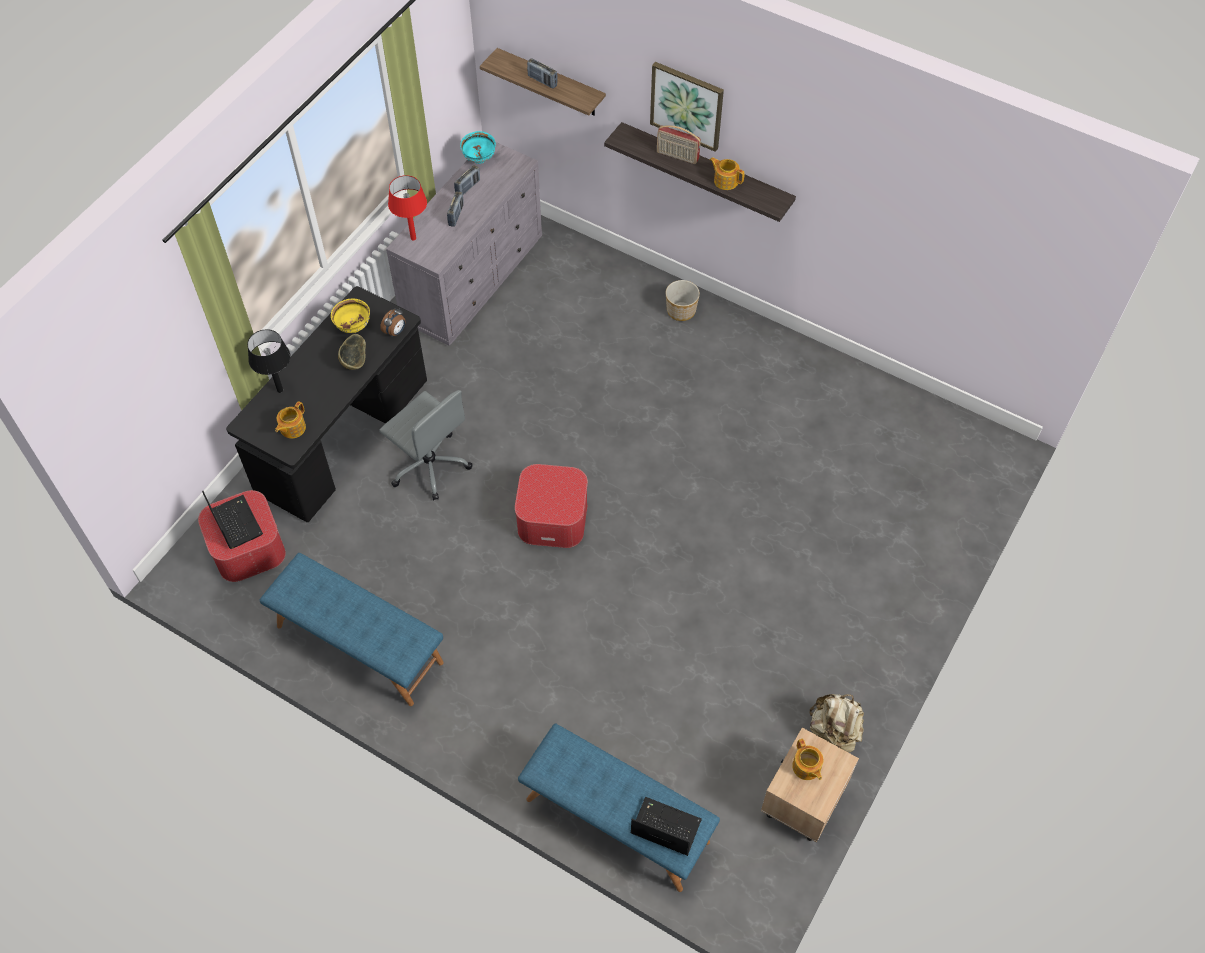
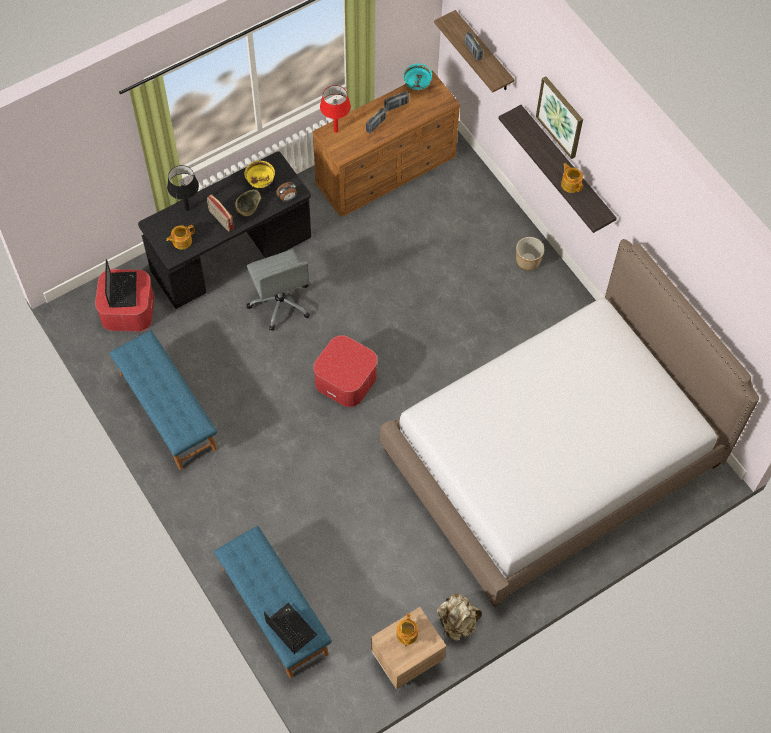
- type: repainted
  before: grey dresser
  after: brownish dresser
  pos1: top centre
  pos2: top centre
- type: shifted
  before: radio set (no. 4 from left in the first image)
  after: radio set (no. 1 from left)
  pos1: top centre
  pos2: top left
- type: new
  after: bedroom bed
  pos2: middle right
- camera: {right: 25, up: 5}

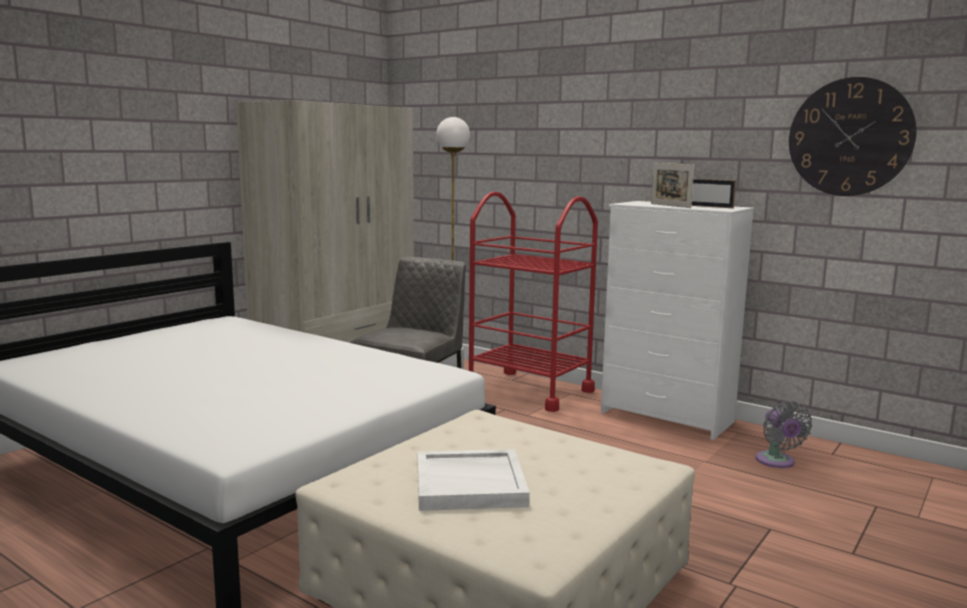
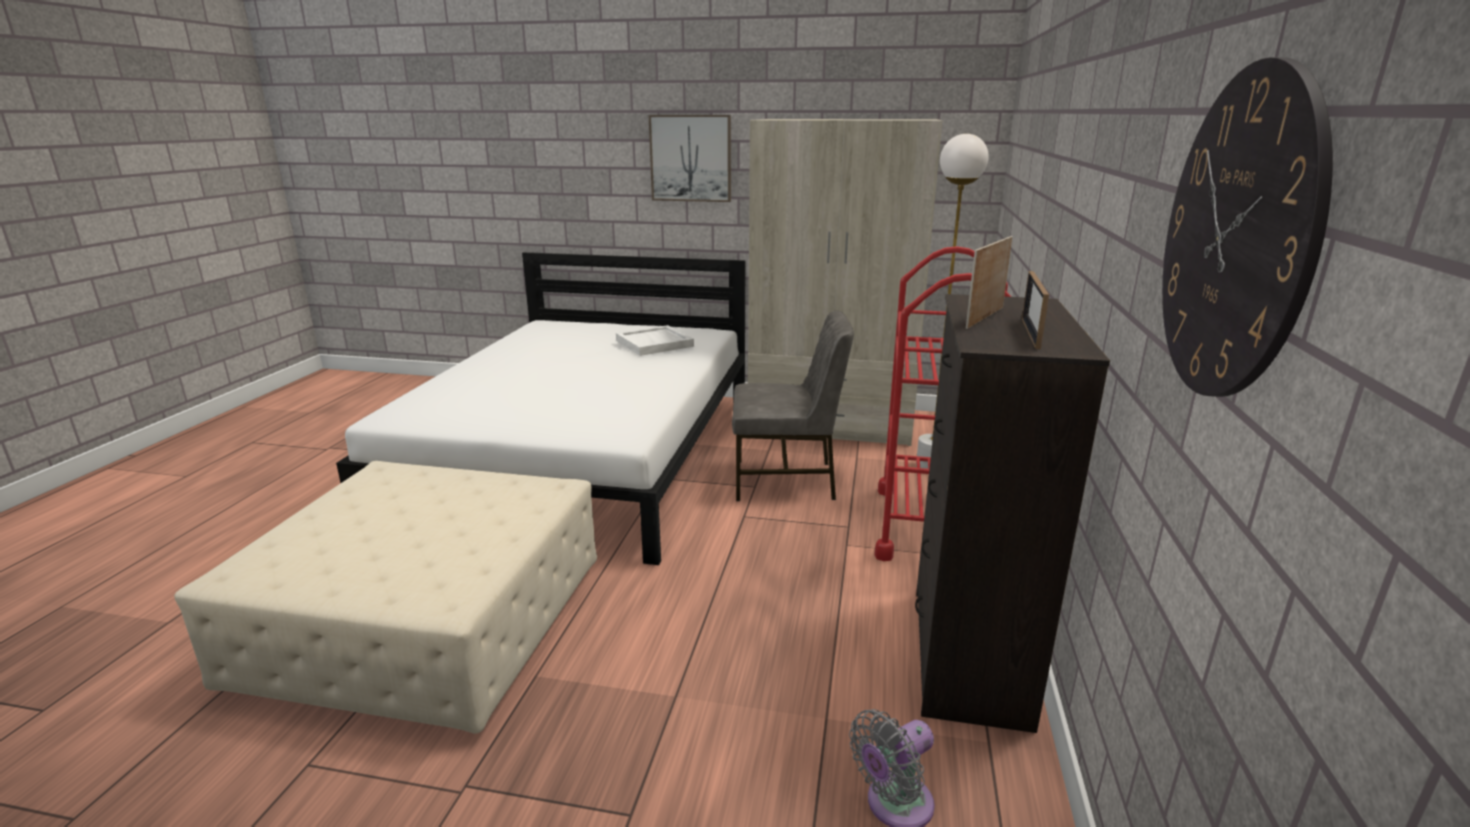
- type: shifted
  before: white carrying tray
  pos1: bottom centre
  pos2: centre
- type: repainted
  before: white dresser
  after: blackish dresser
  pos1: middle right
  pos2: middle right
- type: new
  after: wall art
  pos2: top centre
- camera: {right: 65, up: 10}

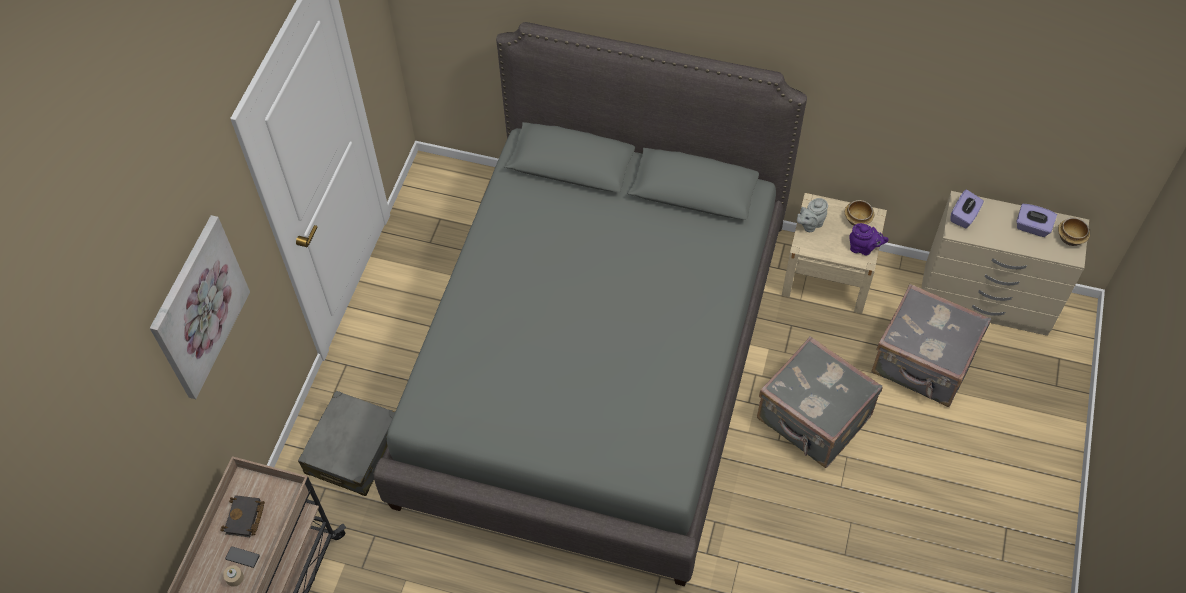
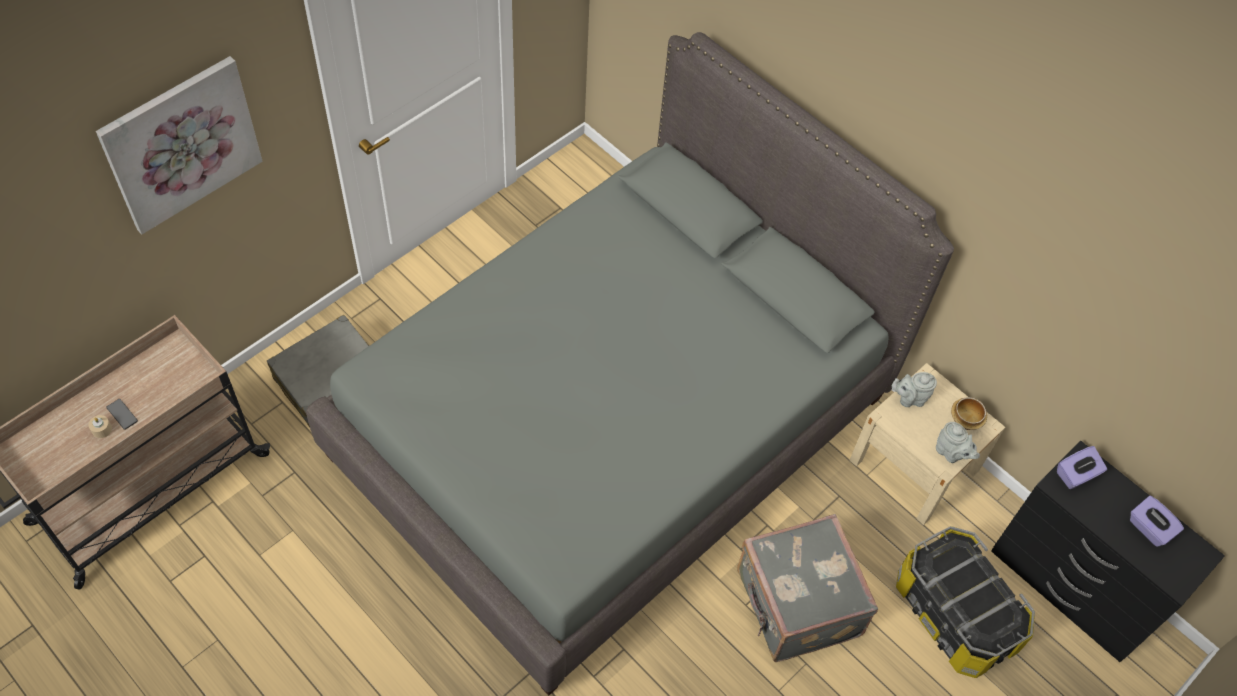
- type: gone
  before: blackish volume
  pos1: bottom left
- type: repainted
  before: purplish tea pot
  after: grey tea pot (no. 2 from left)
  pos1: middle right
  pos2: middle right
- type: swapped
  before: grey piece of luggage (no. 3 from left)
  after: storage container
  pos1: middle right
  pos2: bottom right
- type: repainted
  before: sand-coloured dresser
  after: blackish dresser
  pos1: middle right
  pos2: bottom right
- type: gone
  before: deep dish (no. 2 from left)
  pos1: middle right
- camera: {right: 25, up: 0}

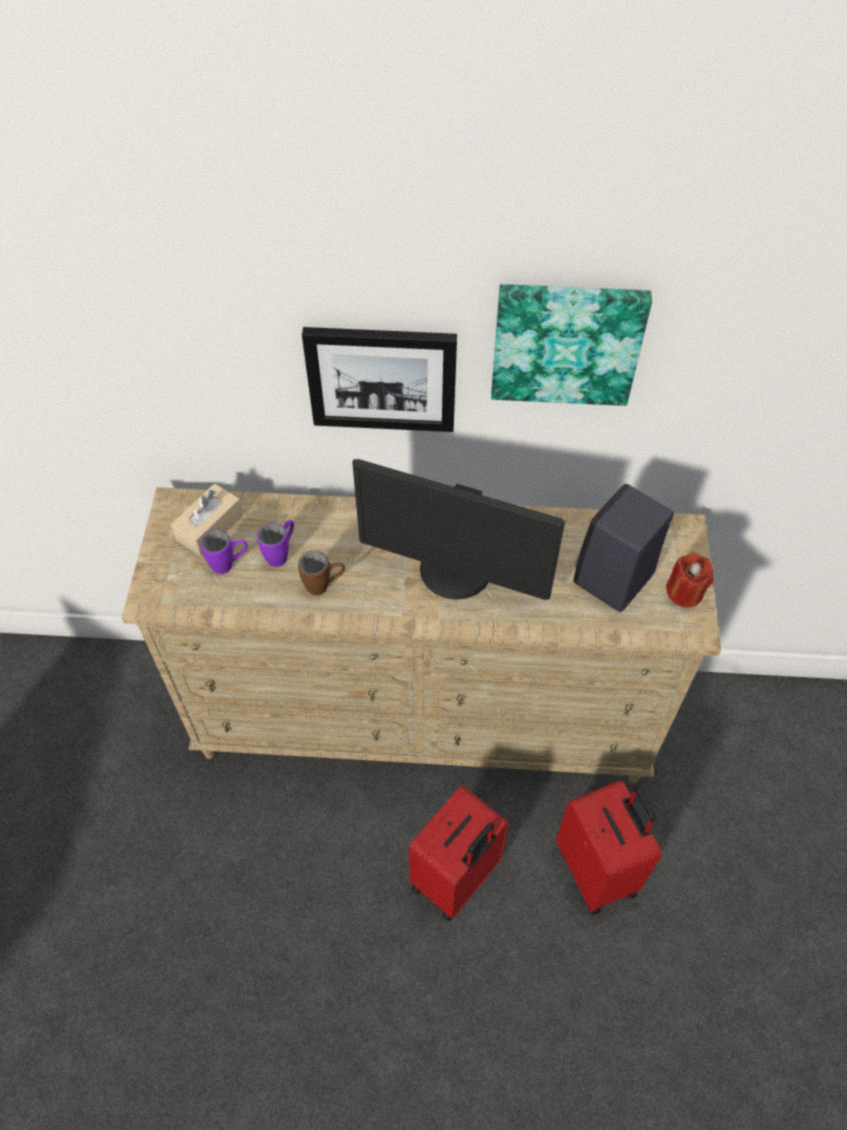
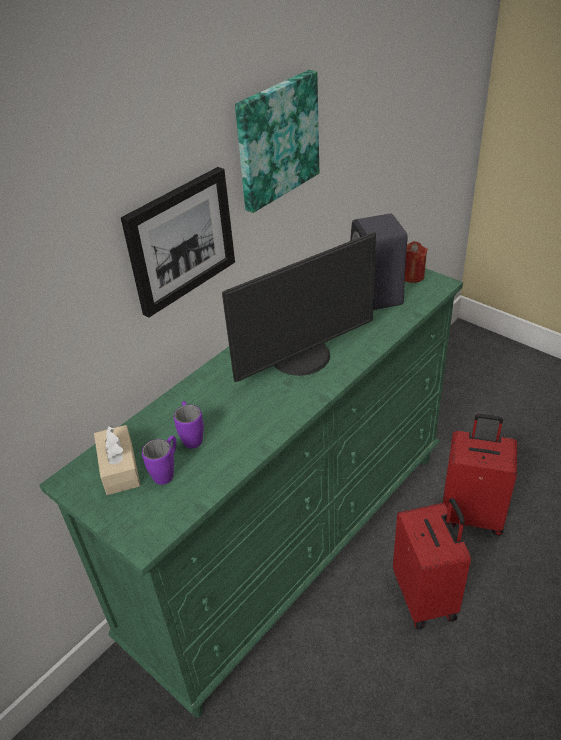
- type: repainted
  before: sand-coloured dresser
  after: green dresser
  pos1: centre
  pos2: centre
- type: gone
  before: brownish mug
  pos1: centre
- camera: {right: -50, up: -15}

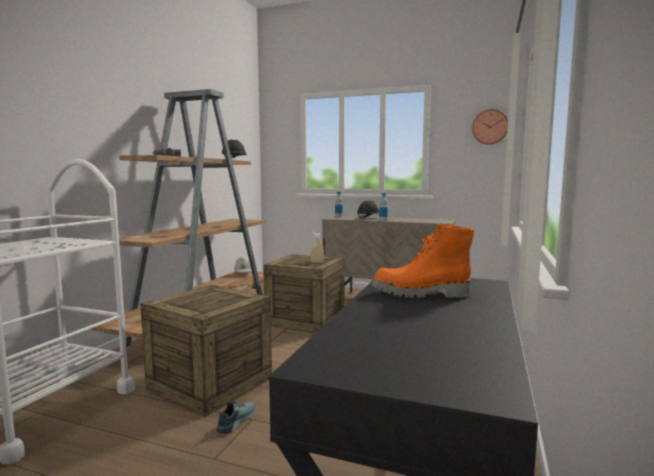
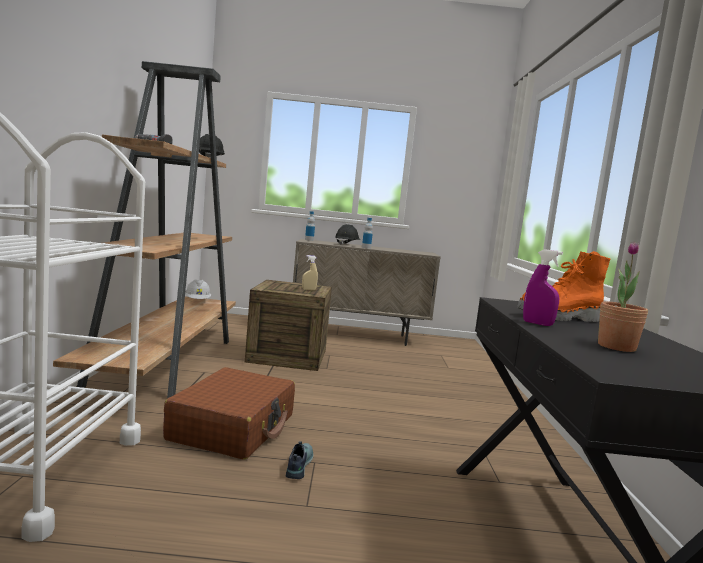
- type: swapped
  before: packing crate (no. 1 from left)
  after: brownish piece of luggage
  pos1: bottom left
  pos2: bottom left
- type: gone
  before: wall clock
  pos1: top right
- type: new
  after: purplish hand sprayer
  pos2: middle right
- type: new
  after: plant in a pot
  pos2: middle right
- camera: {right: -20, up: 0}

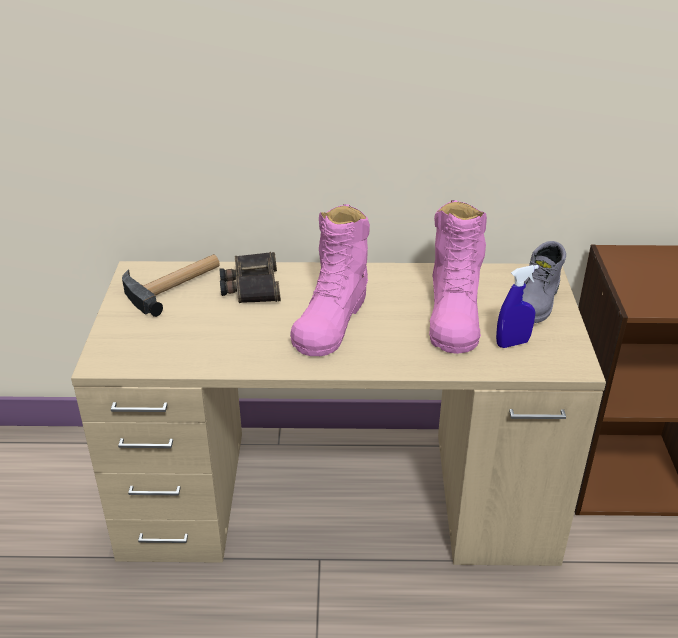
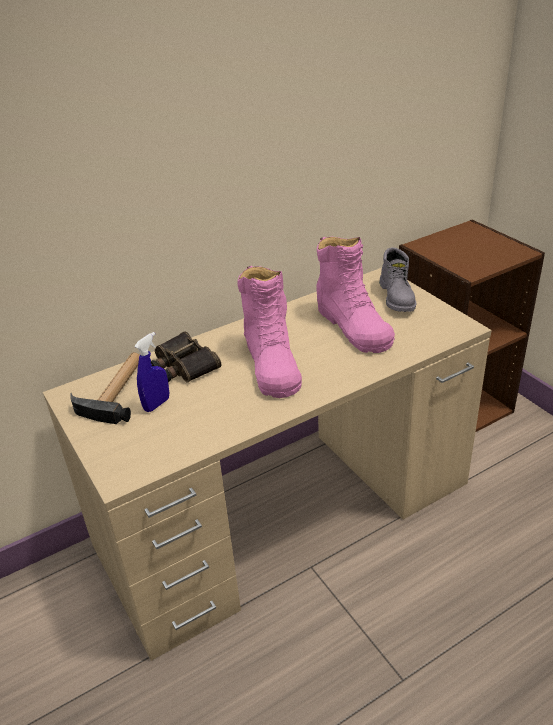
- type: shifted
  before: blue hand sprayer
  pos1: middle right
  pos2: middle left
- camera: {right: -30, up: 0}

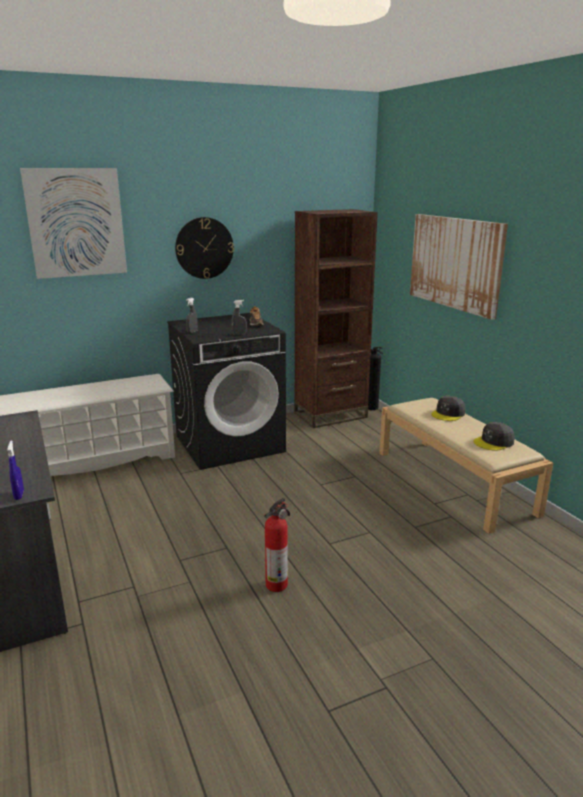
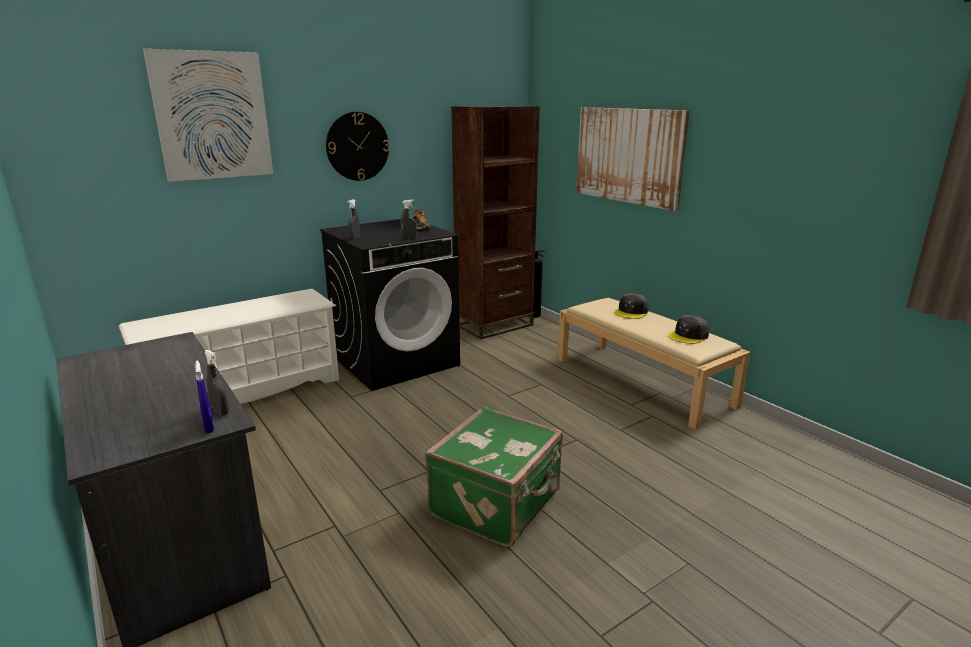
- type: swapped
  before: fire-fighting cylinder (no. 1 from left)
  after: green piece of luggage
  pos1: bottom centre
  pos2: bottom centre
- type: new
  after: grey hand sprayer (no. 1 from left)
  pos2: middle left
- camera: {right: -10, up: 0}

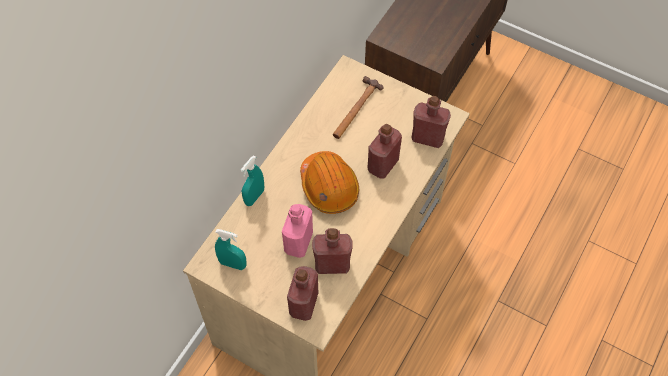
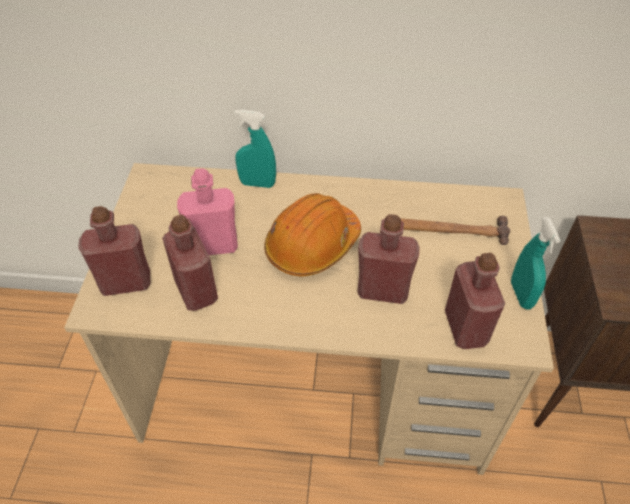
- type: shifted
  before: turquoise-coloured hand sprayer (no. 1 from left in the first image)
  after: turquoise-coloured hand sprayer (no. 2 from left)
  pos1: centre
  pos2: middle right
- camera: {right: 65, up: -10}

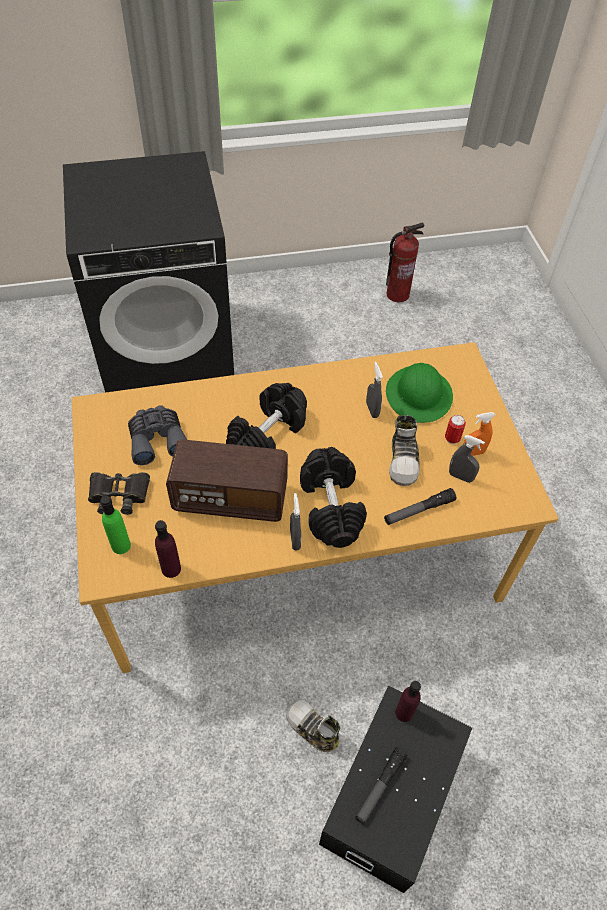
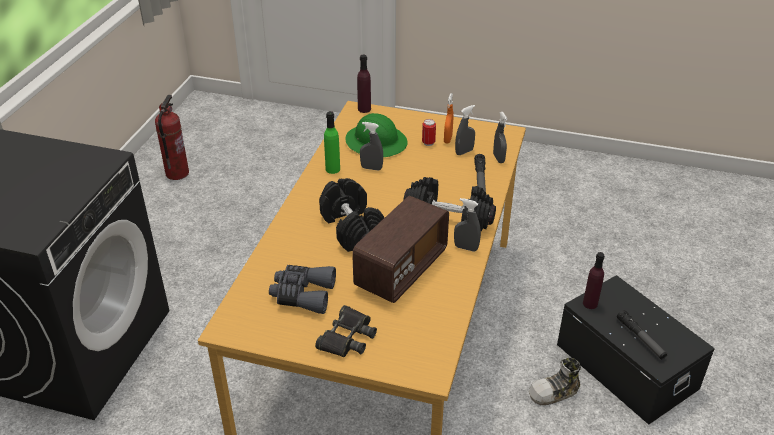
- type: shifted
  before: green beverage bottle
  pos1: middle left
  pos2: top centre
- type: shifted
  before: purplish beverage bottle (no. 1 from left)
  pos1: middle left
  pos2: top centre
- type: gone
  before: item of footwear (no. 2 from left)
  pos1: centre
- type: new
  after: grey hand sprayer (no. 4 from left)
  pos2: top centre
- camera: {right: -60, up: -15}

